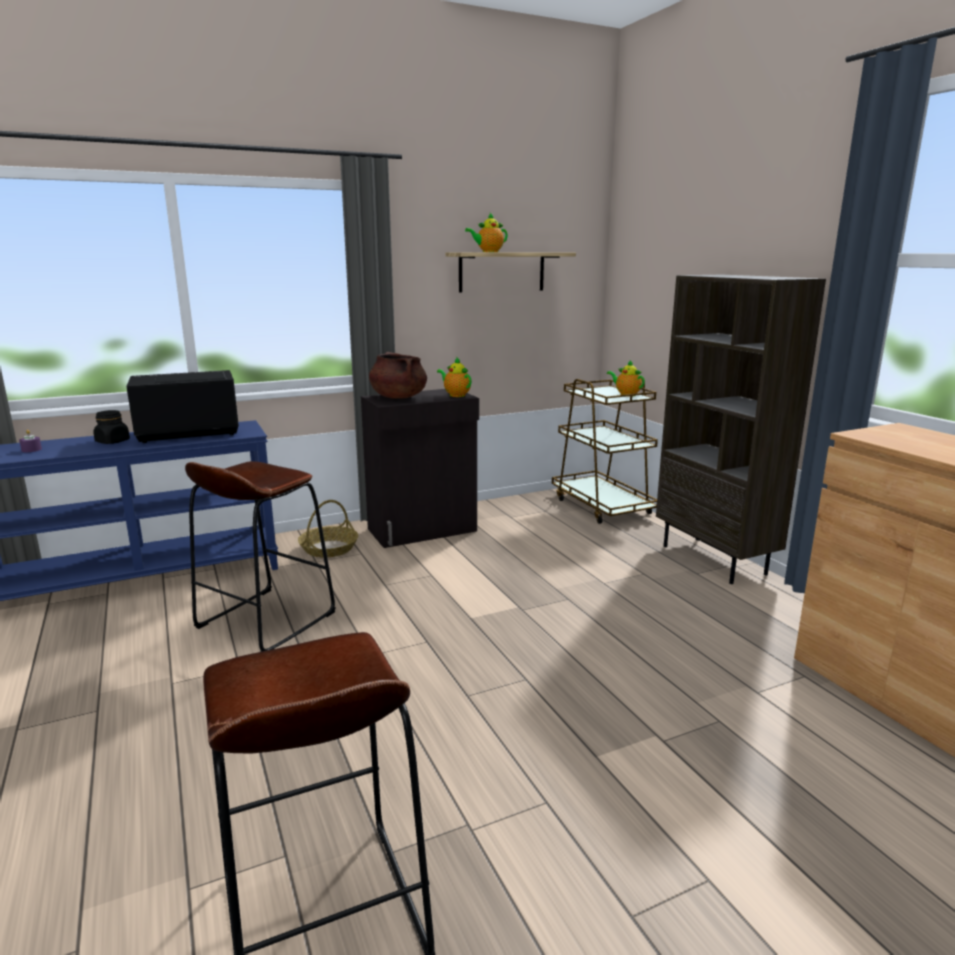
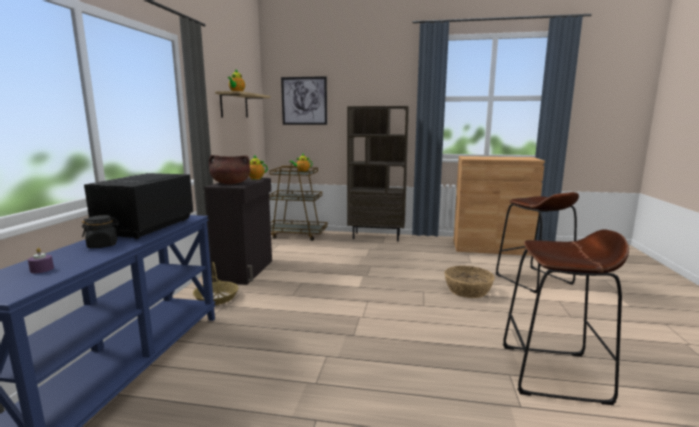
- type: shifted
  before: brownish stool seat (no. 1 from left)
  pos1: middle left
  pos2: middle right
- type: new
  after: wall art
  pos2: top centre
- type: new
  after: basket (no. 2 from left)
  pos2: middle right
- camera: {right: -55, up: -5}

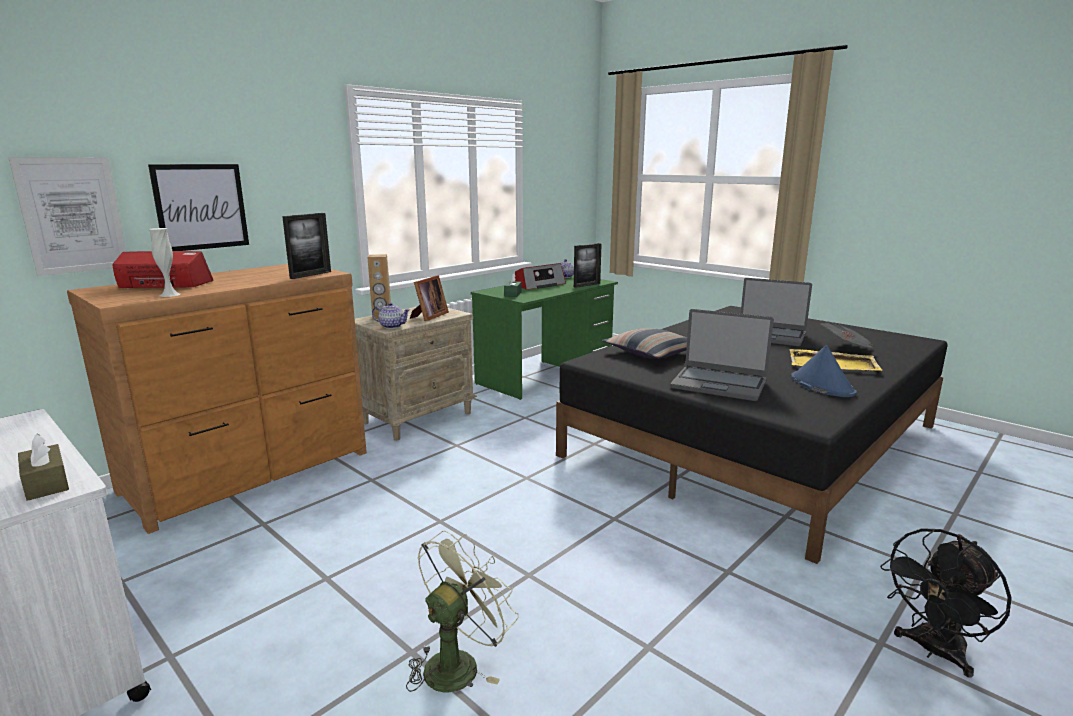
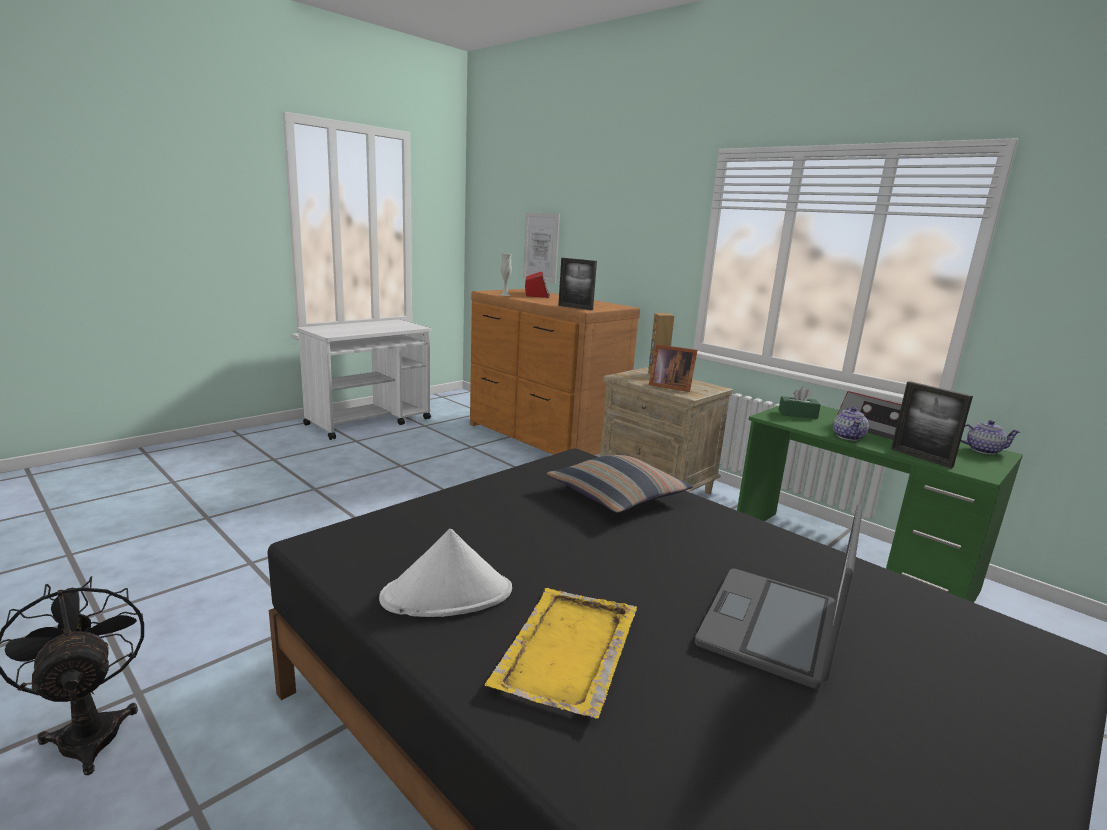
- type: gone
  before: brownish tissue holder
  pos1: middle left
- type: gone
  before: wall art (no. 2 from left)
  pos1: top left
- type: shifted
  before: tea pot (no. 1 from left)
  pos1: centre
  pos2: middle right
- type: gone
  before: green fan
  pos1: bottom centre
- type: gone
  before: notebook computer (no. 1 from left)
  pos1: middle right
- type: repainted
  before: blue wearable hat
  after: white wearable hat
  pos1: middle right
  pos2: bottom centre
- type: gone
  before: newspaper
  pos1: middle right
- camera: {right: 90, up: 0}

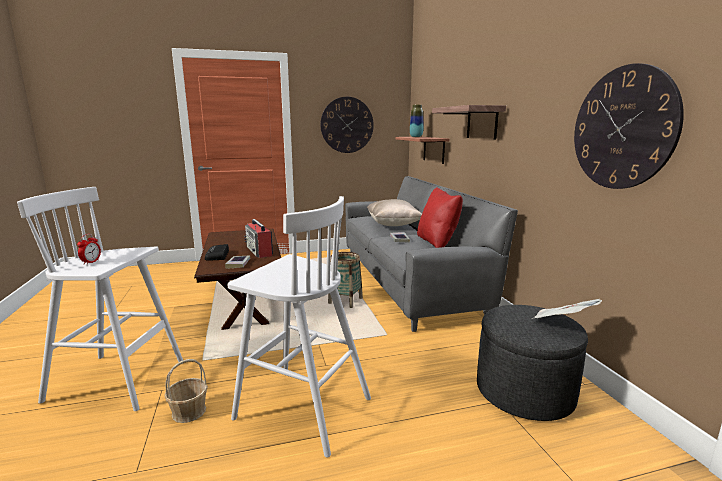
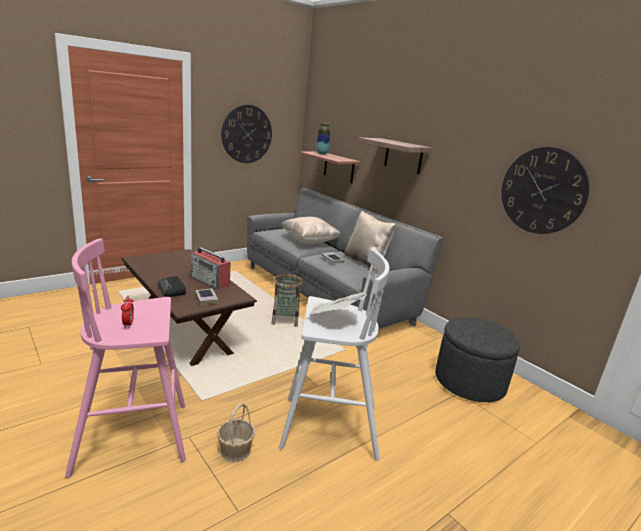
- type: repainted
  before: white stool seat (no. 1 from left)
  after: pinkish stool seat
  pos1: middle left
  pos2: bottom left
- type: repainted
  before: red-coloured cushion
  after: sand-coloured cushion (no. 2 from left)
  pos1: centre
  pos2: centre
- type: shifted
  before: newspaper
  pos1: middle right
  pos2: centre
- camera: {right: -25, up: 5}

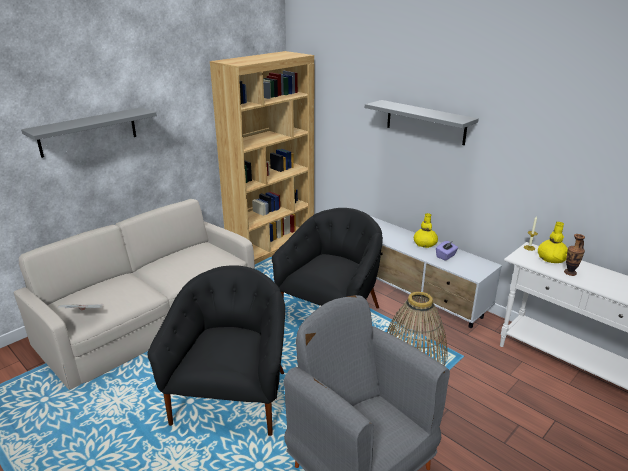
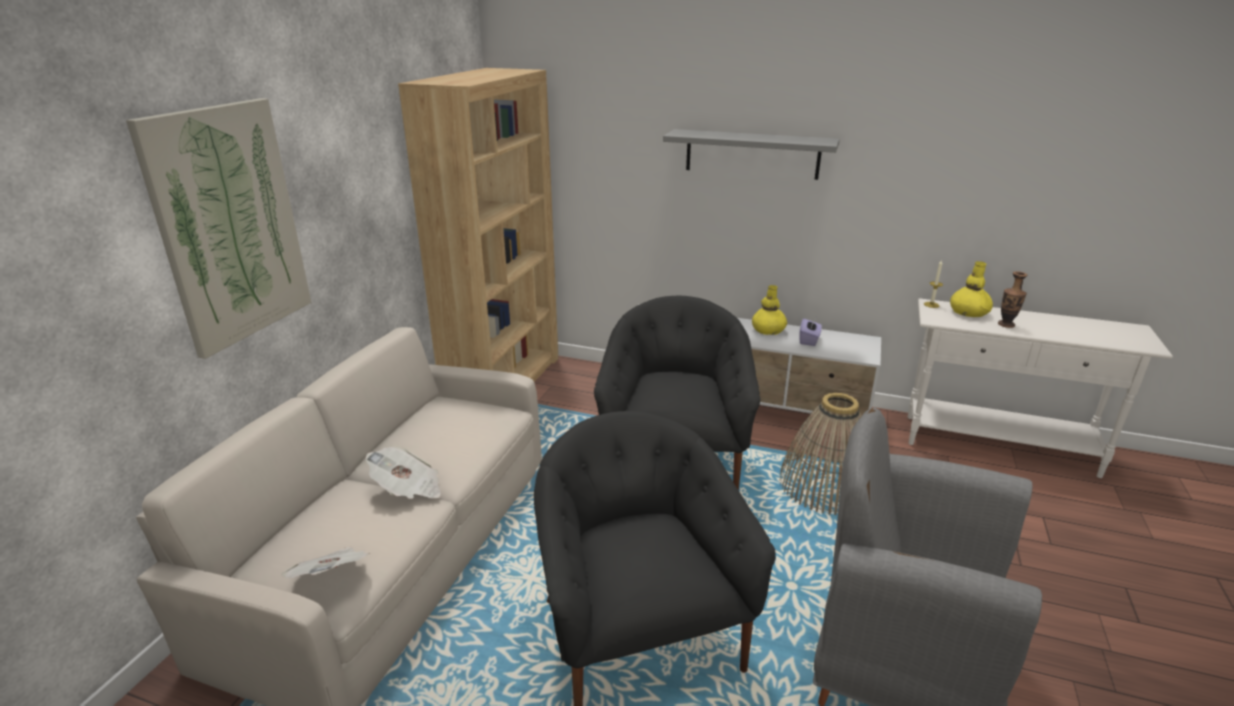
- type: swapped
  before: grey wall shelf (no. 1 from left)
  after: wall art
  pos1: top left
  pos2: top left
- type: new
  after: newspaper (no. 2 from left)
  pos2: bottom left
- camera: {right: -25, up: 0}

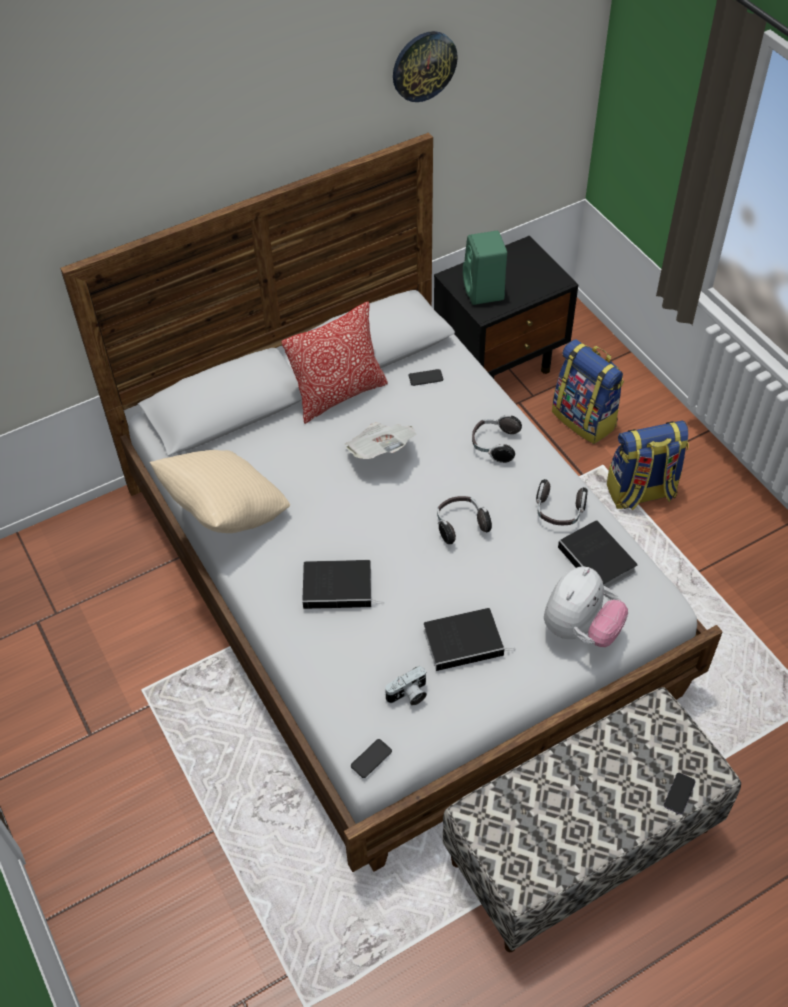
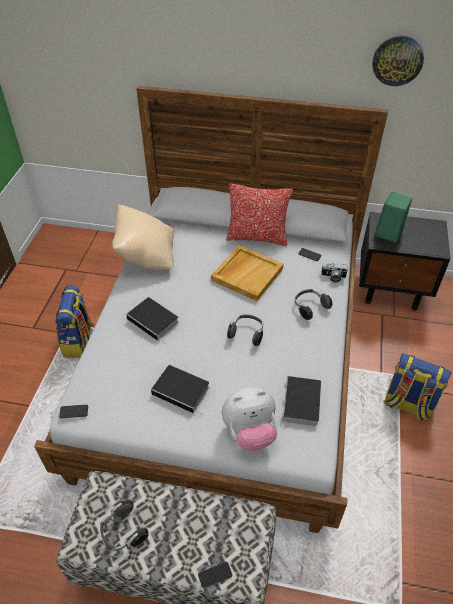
- type: swapped
  before: newspaper
  after: sand-coloured carrying tray
  pos1: centre
  pos2: centre
- type: shifted
  before: still camera
  pos1: bottom centre
  pos2: middle right
- type: shifted
  before: headphones (no. 3 from left in the first image)
  after: headphones (no. 1 from left)
  pos1: middle right
  pos2: bottom left
- type: shifted
  before: backpack (no. 1 from left)
  pos1: middle right
  pos2: middle left
- camera: {right: 40, up: -5}

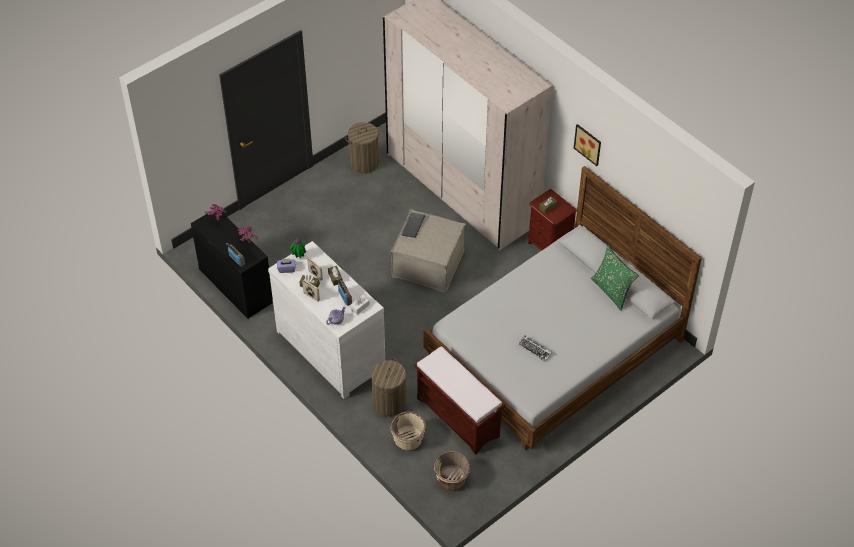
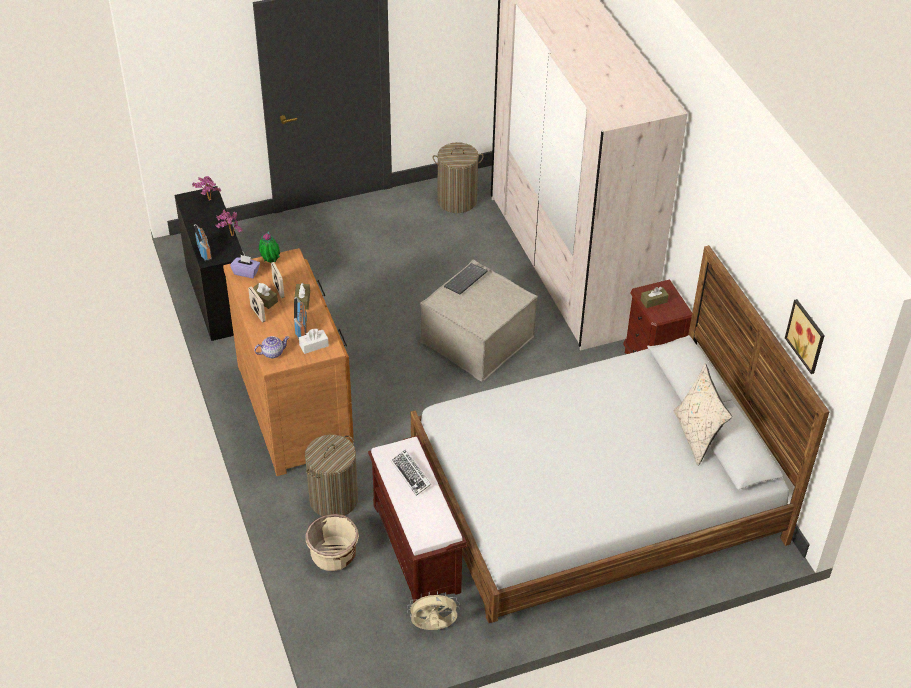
- type: repainted
  before: white dresser
  after: brownish dresser
  pos1: centre
  pos2: middle left
- type: gone
  before: sand-coloured planter (no. 2 from left)
  pos1: bottom centre
- type: shifted
  before: keyboard (no. 2 from left in the first image)
  after: keyboard (no. 1 from left)
  pos1: centre
  pos2: bottom centre
- type: shifted
  before: wall art
  pos1: top right
  pos2: middle right
- type: repainted
  before: green cushion
  after: sand-coloured cushion
  pos1: middle right
  pos2: middle right
- type: new
  after: sand-coloured fan
  pos2: bottom centre
- camera: {right: 20, up: -5}

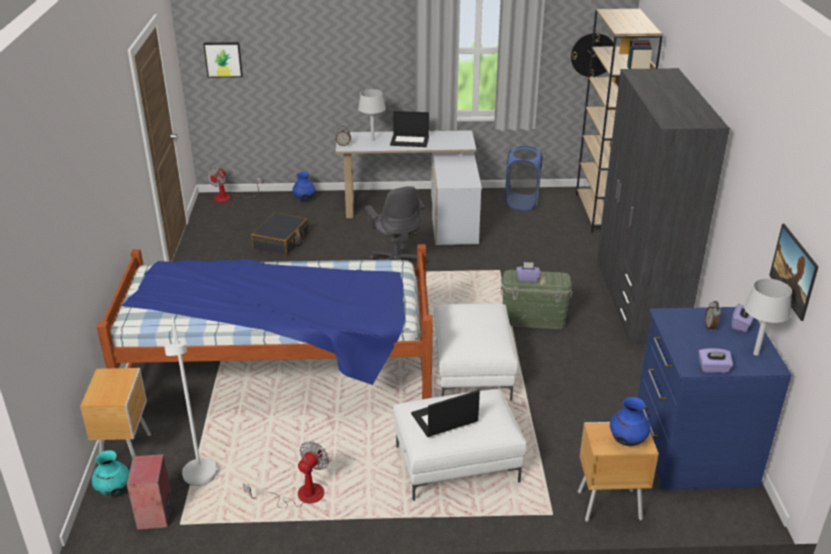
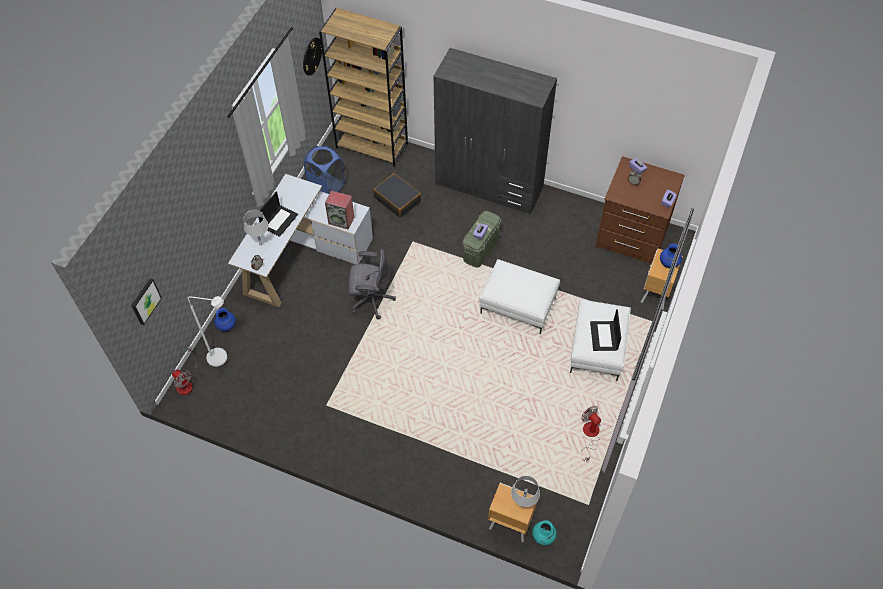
- type: gone
  before: bedroom bed
  pos1: middle left
- type: shifted
  before: loudspeaker
  pos1: bottom left
  pos2: centre
- type: shifted
  before: white floor lamp
  pos1: bottom left
  pos2: middle left
- type: shifted
  before: blackish piece of luggage
  pos1: centre
  pos2: top centre
- type: repainted
  before: blue dresser
  after: brownish dresser
  pos1: bottom right
  pos2: middle right
- type: shifted
  before: grey lamp for a table (no. 2 from left)
  pos1: middle right
  pos2: bottom centre
- type: gone
  before: wall art (no. 2 from left)
  pos1: middle right
- camera: {right: -65, up: 25}

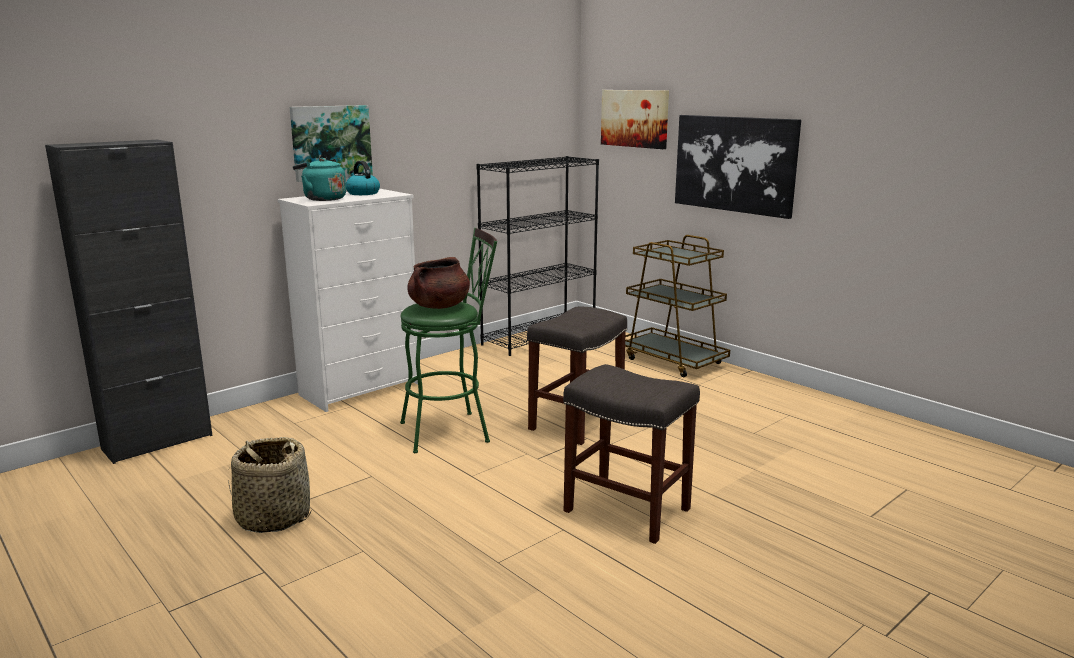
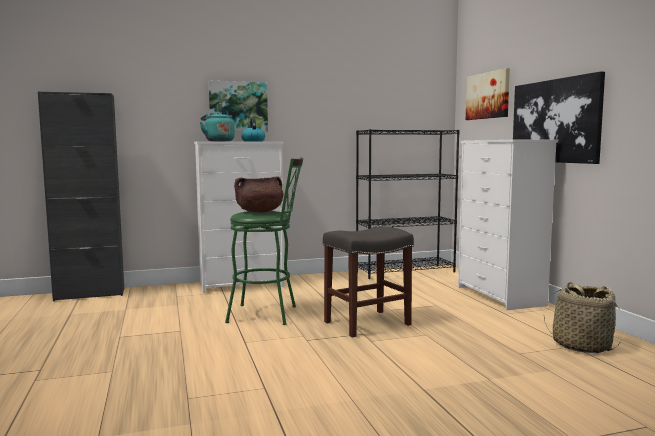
- type: shifted
  before: basket
  pos1: bottom left
  pos2: bottom right
- type: gone
  before: grey stool seat (no. 2 from left)
  pos1: bottom centre
- type: swapped
  before: brownish cart
  after: white dresser (no. 2 from left)
  pos1: centre
  pos2: middle right
- camera: {right: 25, up: -10}

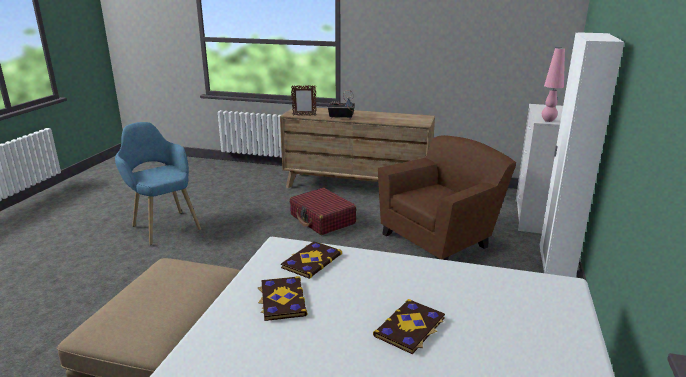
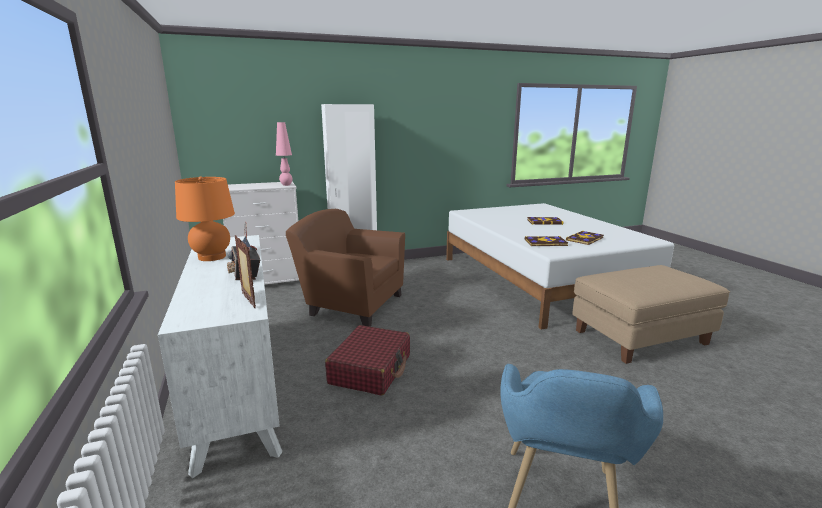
- type: repainted
  before: brownish dresser
  after: white dresser (no. 1 from left)
  pos1: centre
  pos2: bottom left
- type: new
  after: orange lamp for a table
  pos2: middle left
- camera: {right: -125, up: -5}

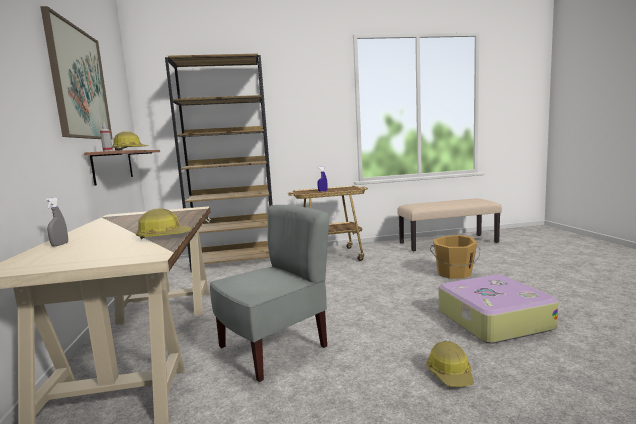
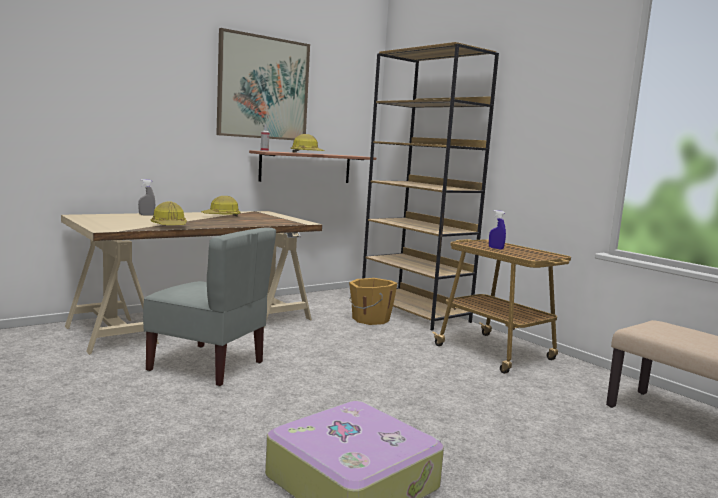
- type: shifted
  before: work helmet (no. 3 from left in the first image)
  after: work helmet (no. 2 from left)
  pos1: bottom right
  pos2: middle left
- type: shifted
  before: orange pail
  pos1: middle right
  pos2: centre
- camera: {right: 60, up: 0}

